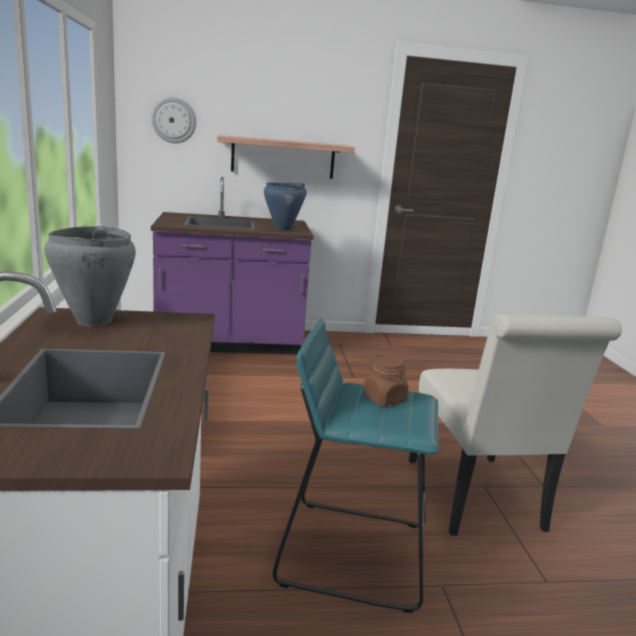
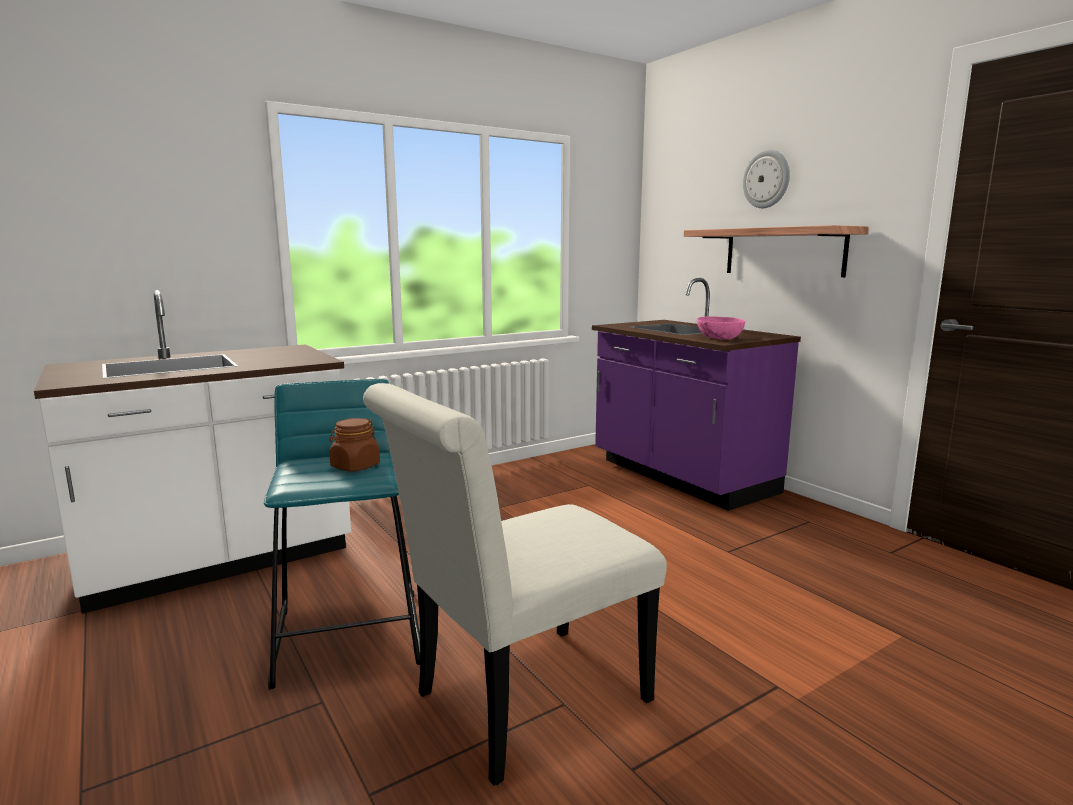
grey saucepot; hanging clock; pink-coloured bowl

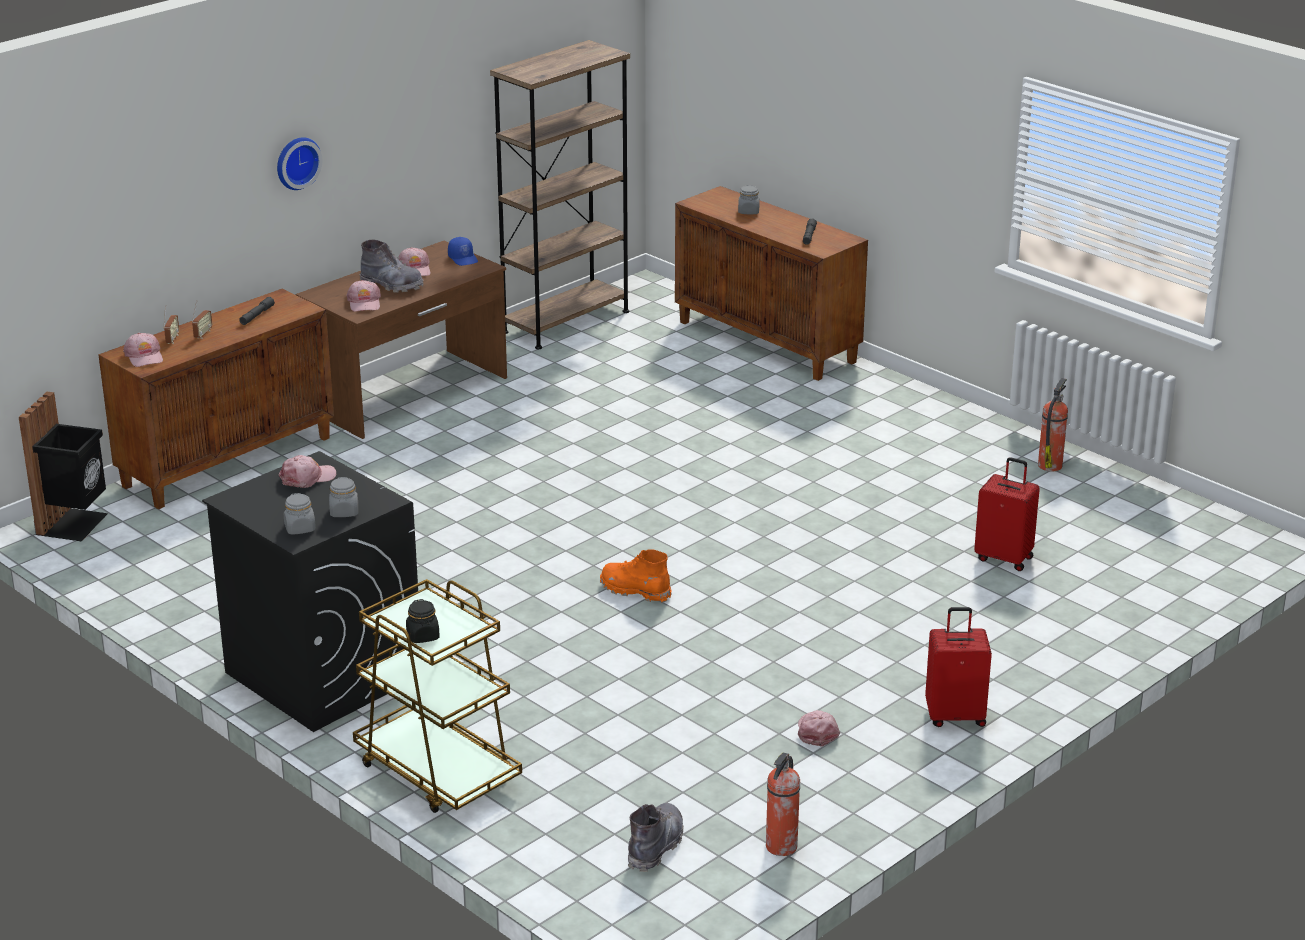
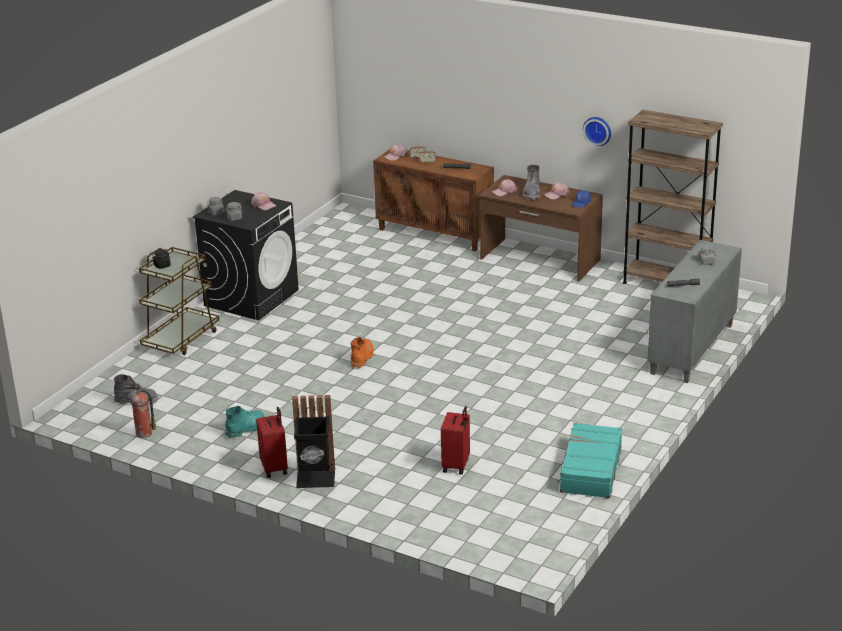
blackish rubbish bin; hanging clock; grey storage cabinet; turquoise high-top boot; turquoise piece of luggage

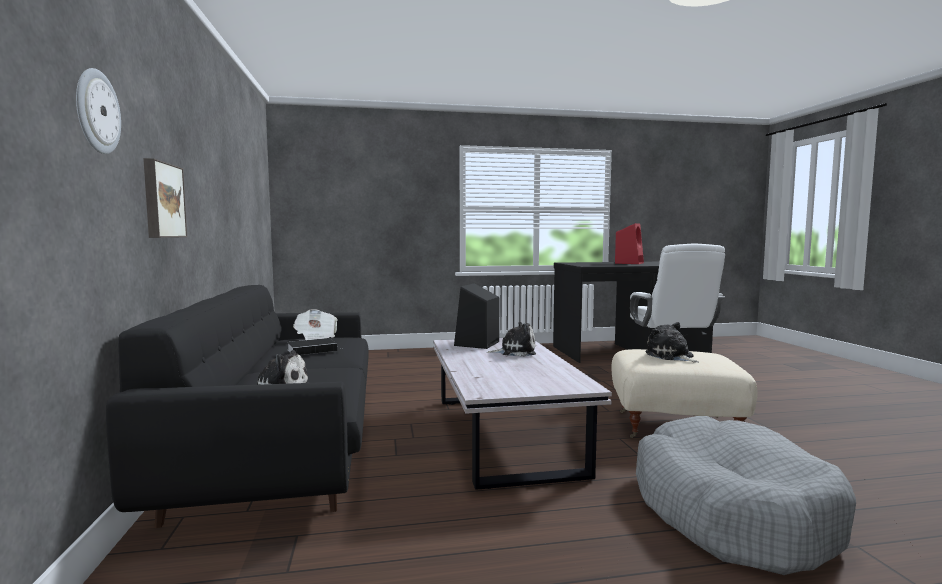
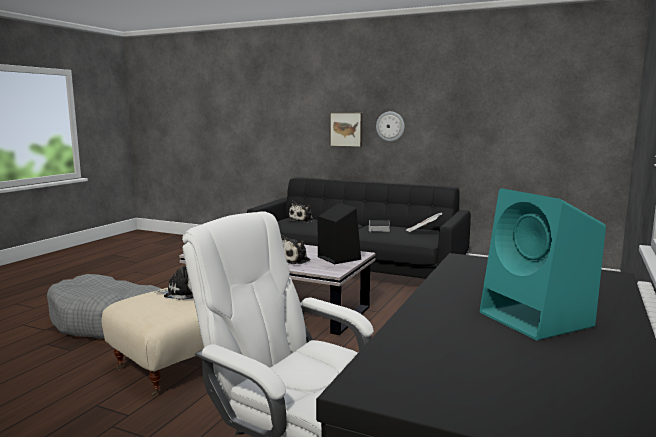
hanging clock; turquoise audio speaker

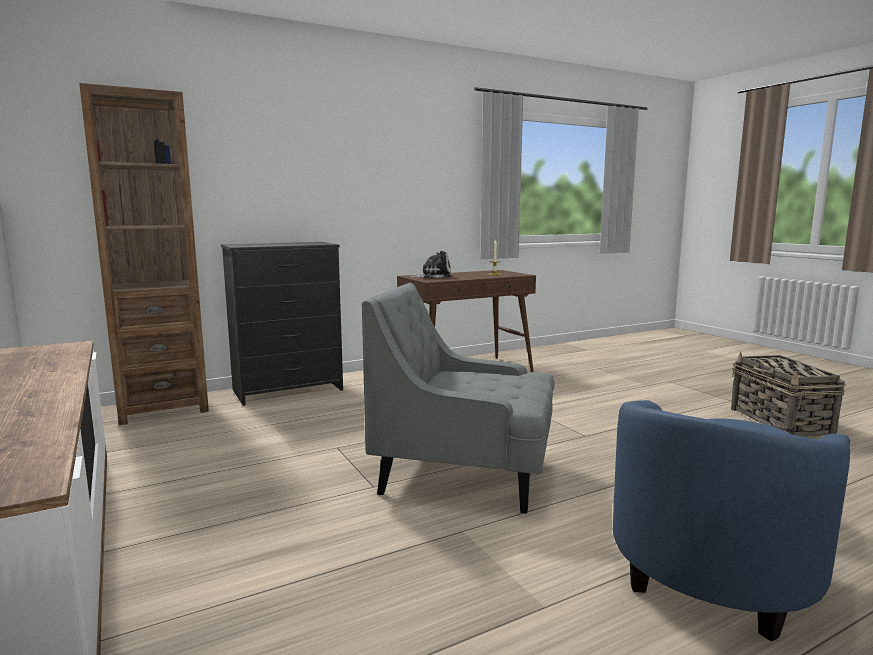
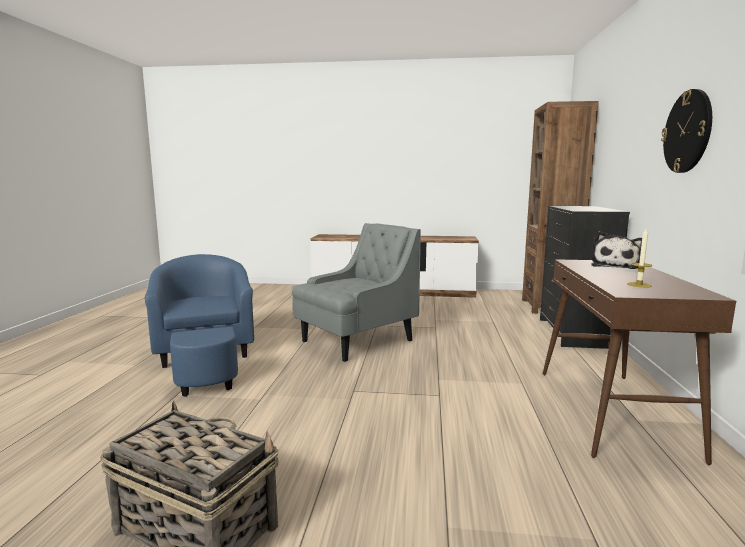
hanging clock

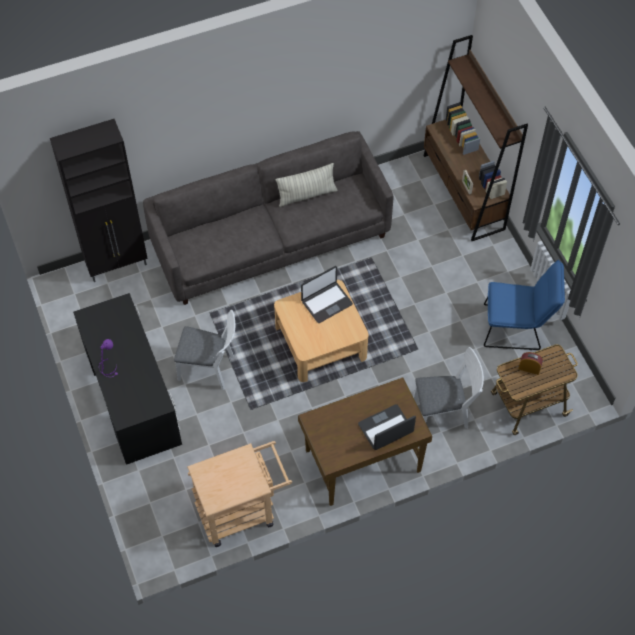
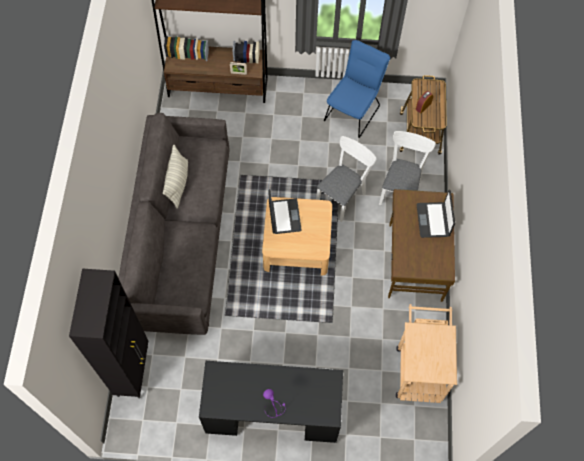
white chair (no. 1 from left)

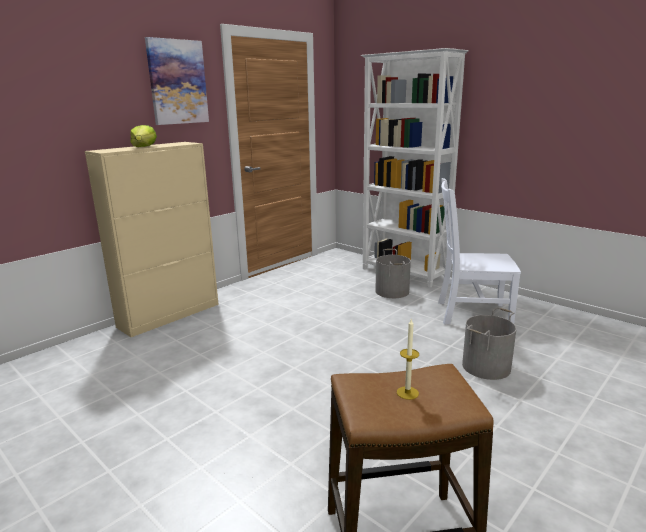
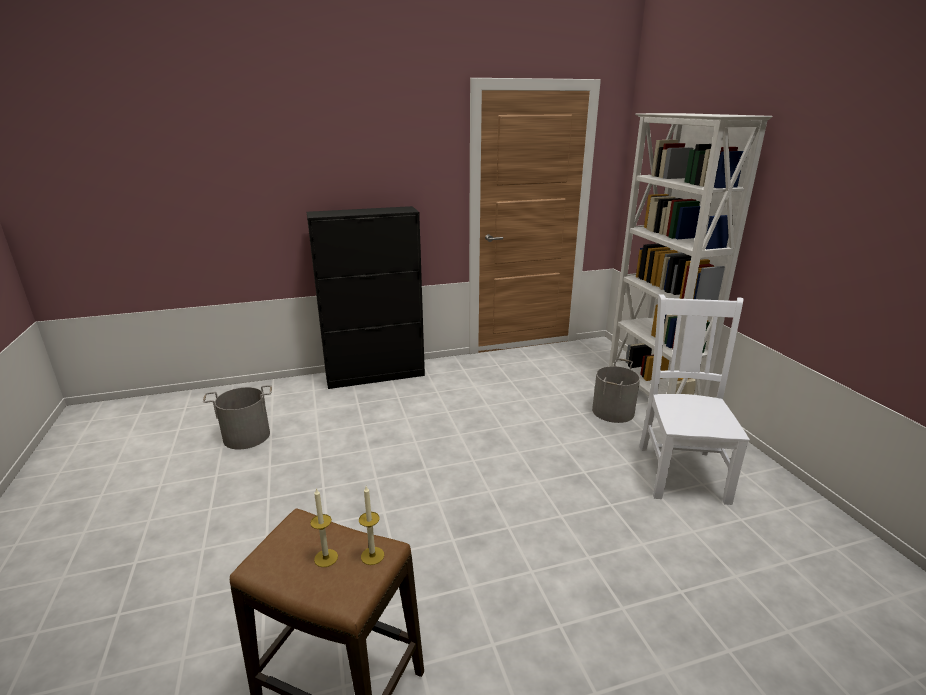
blackish storage cabinet; lettuce; wall picture; white chair; grey bucket (no. 1 from left); wax light (no. 2 from left)

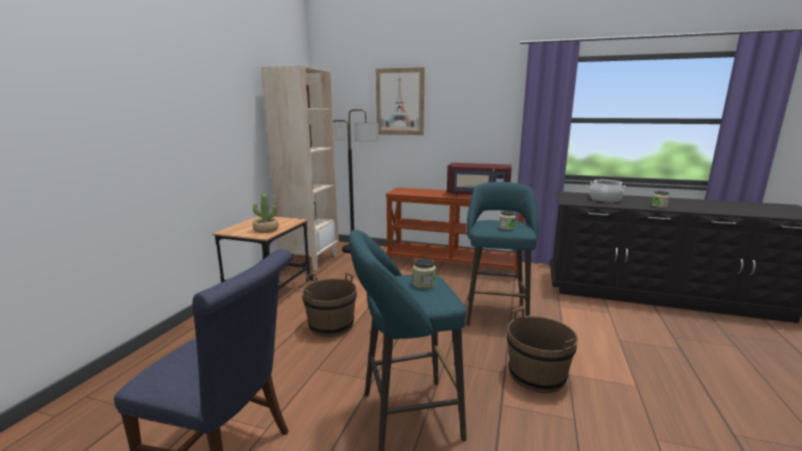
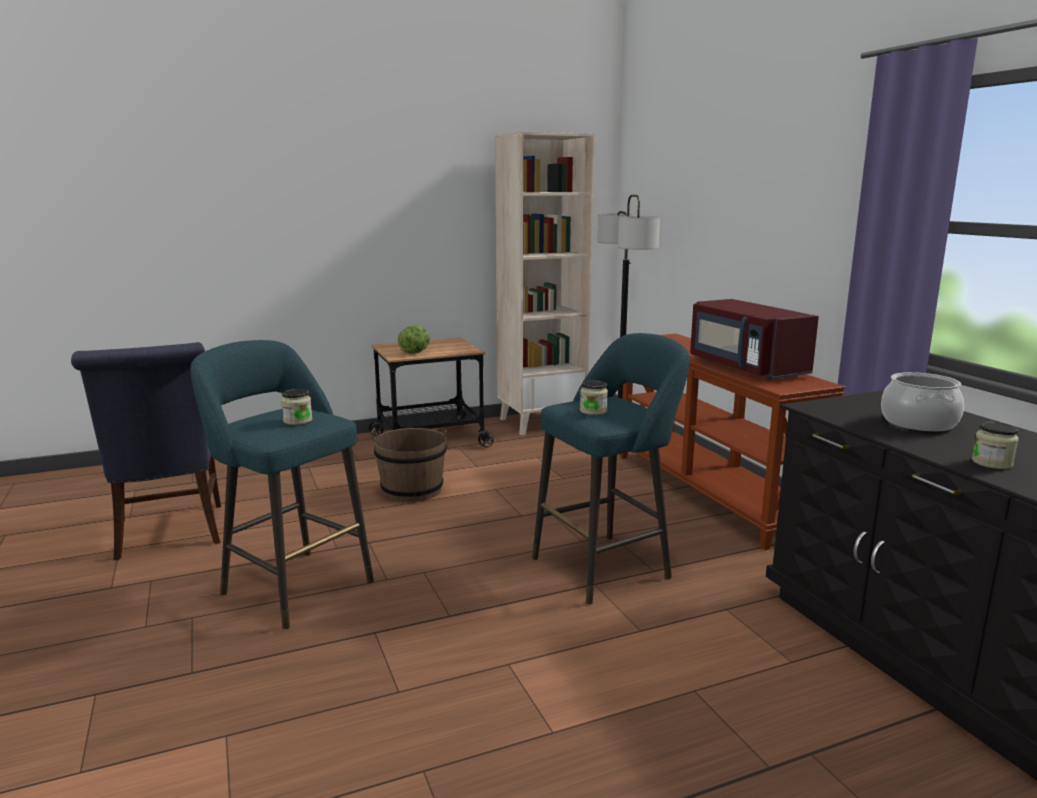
lettuce; wall picture; brown-coloured bucket (no. 2 from left in the first image)

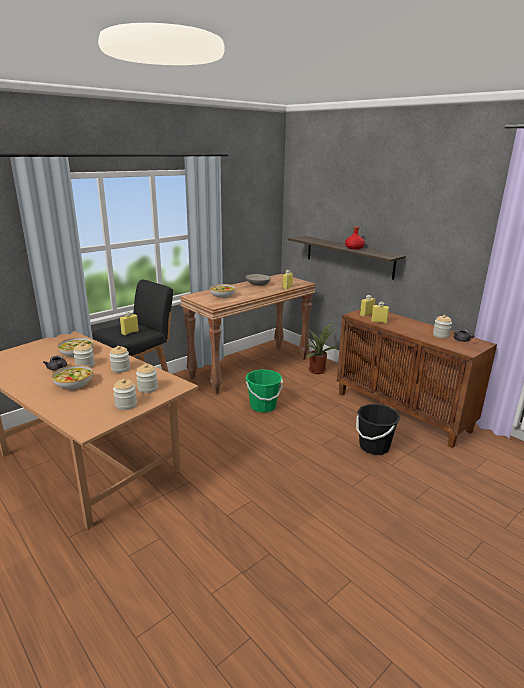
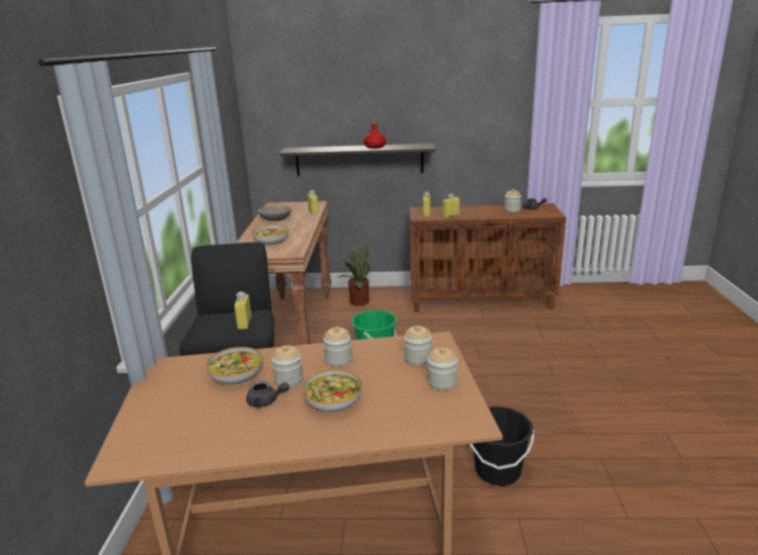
blackish bucket

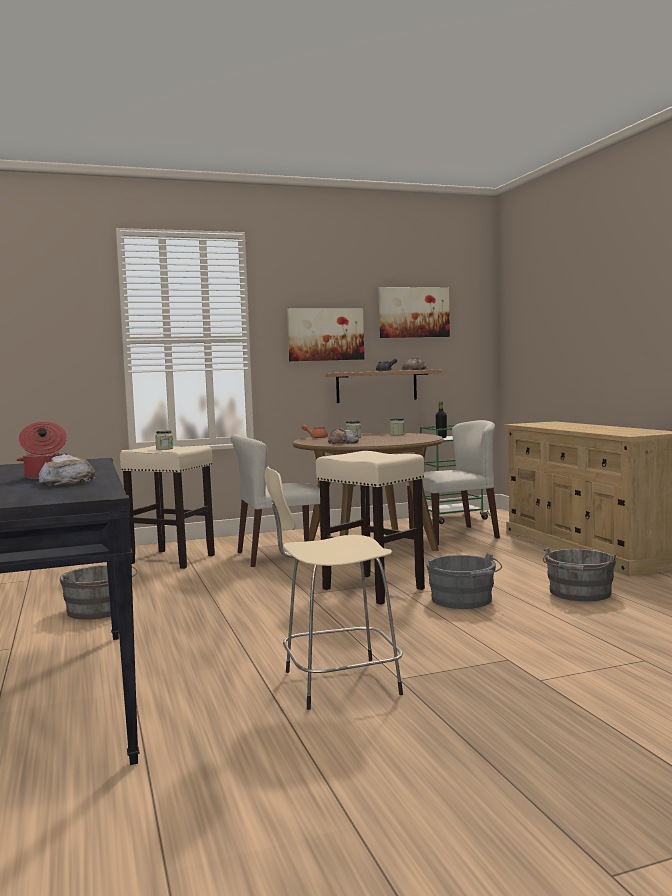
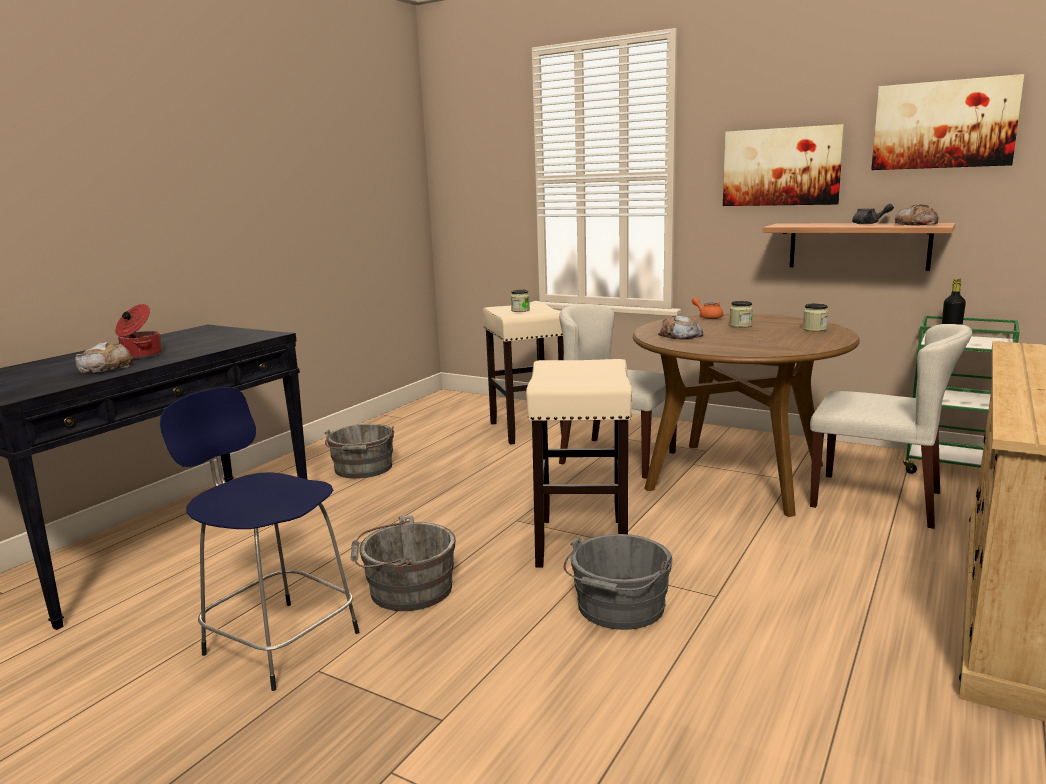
blue-coloured stool seat; grey bucket (no. 2 from left)

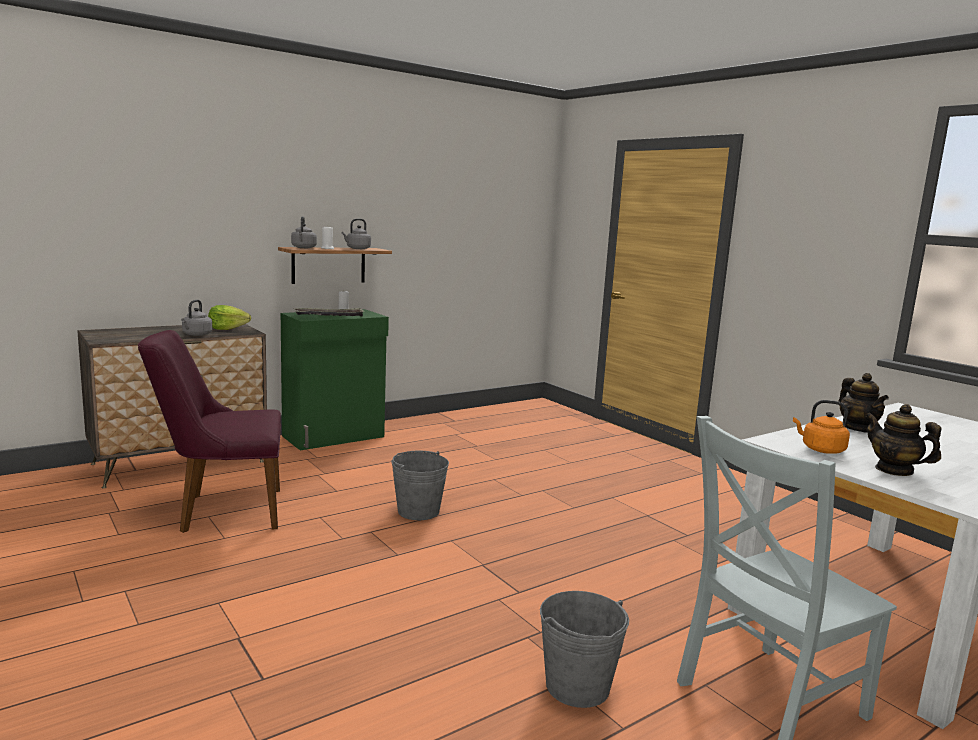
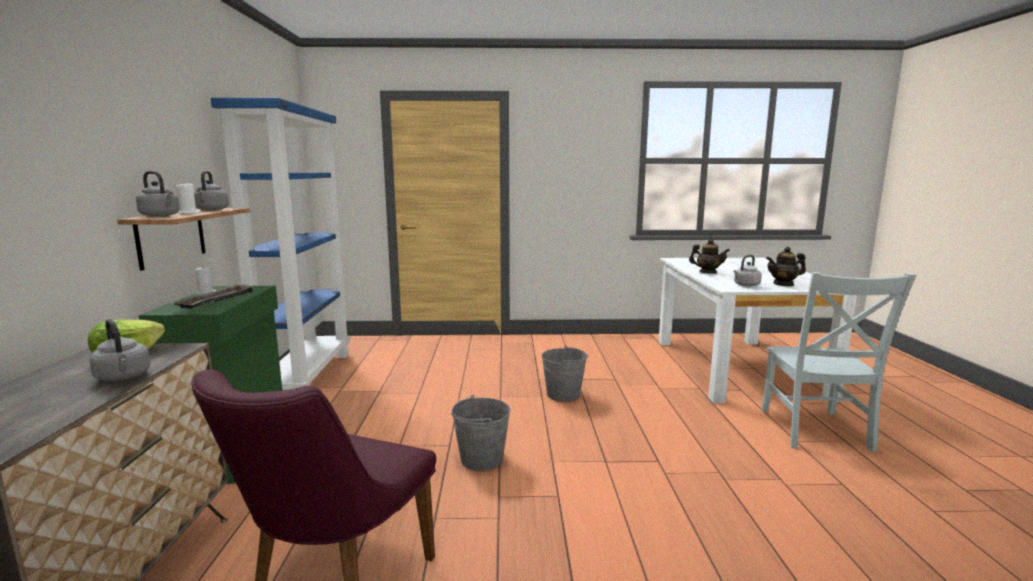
grey bucket (no. 2 from left); grey kettle (no. 4 from left); blue-coloured shelving unit

